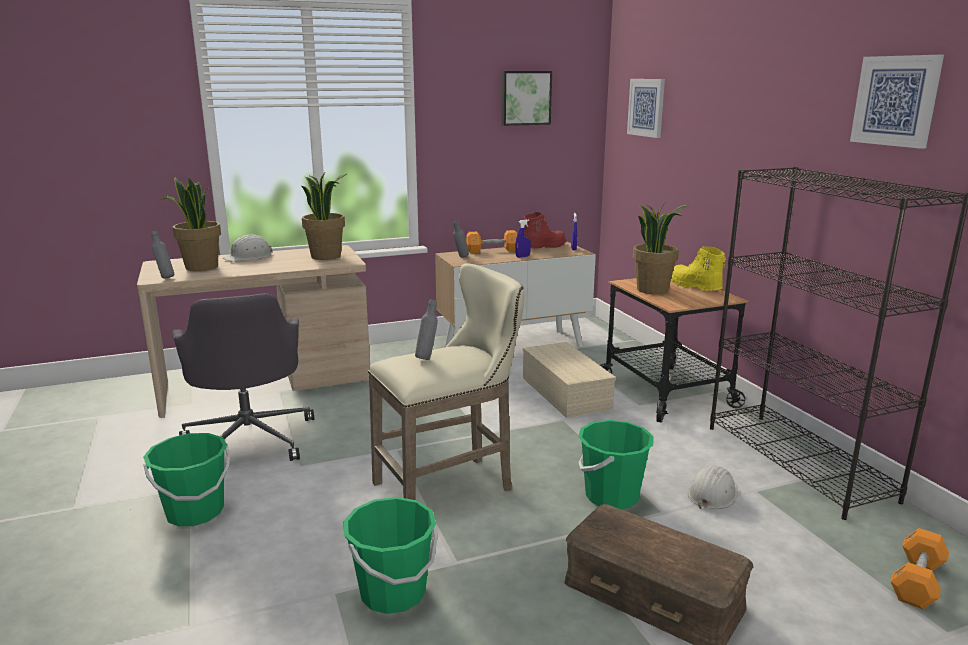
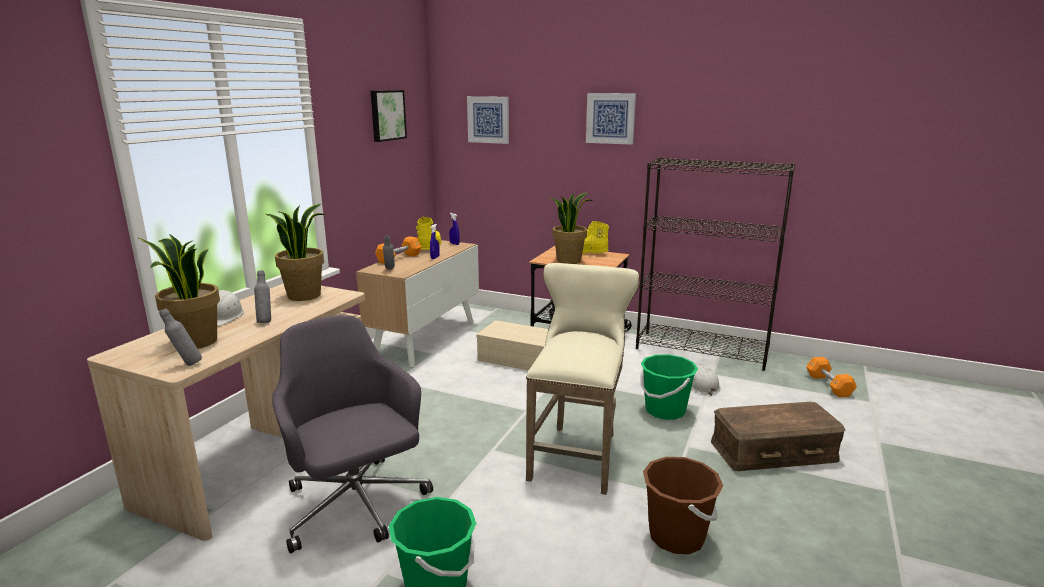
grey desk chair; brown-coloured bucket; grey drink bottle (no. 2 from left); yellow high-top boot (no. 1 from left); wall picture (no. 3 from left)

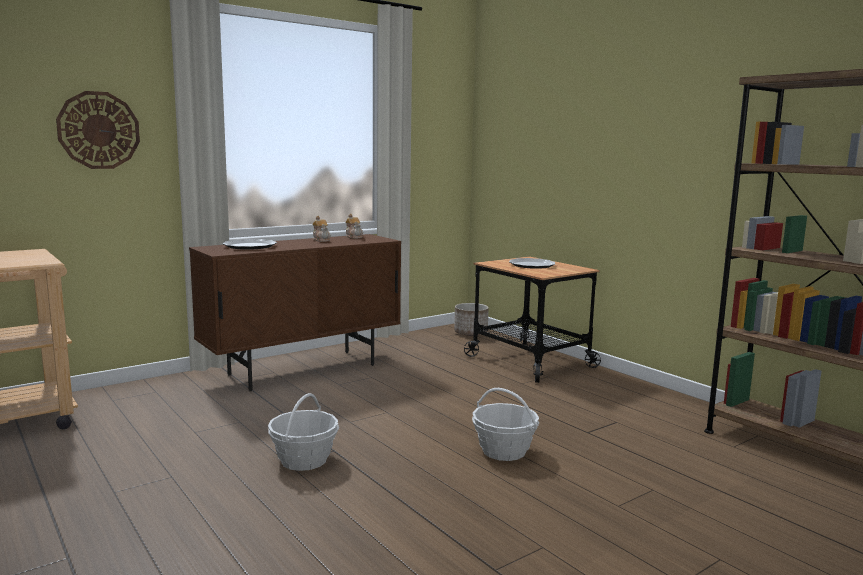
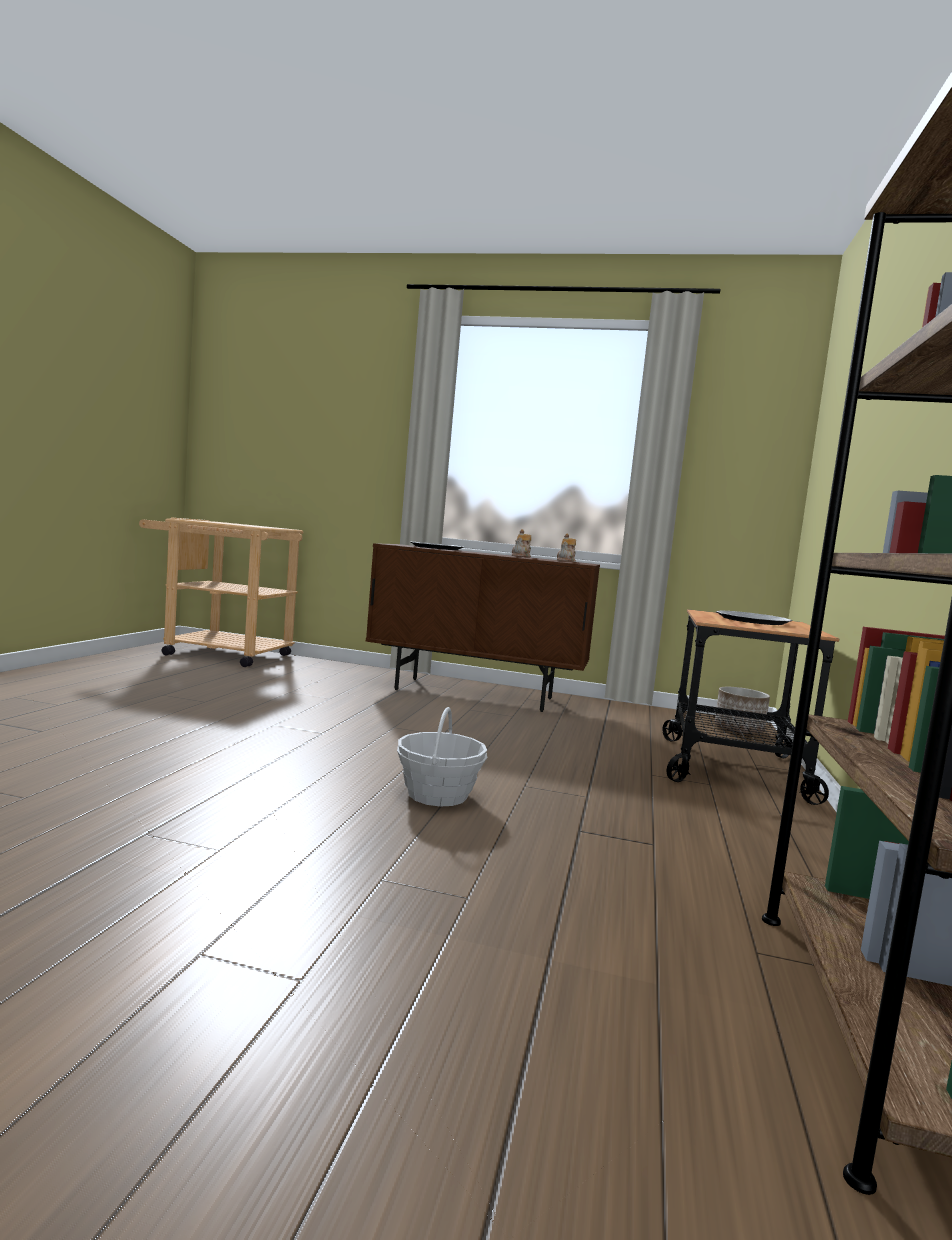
hanging clock; storage basket (no. 1 from left in the first image)

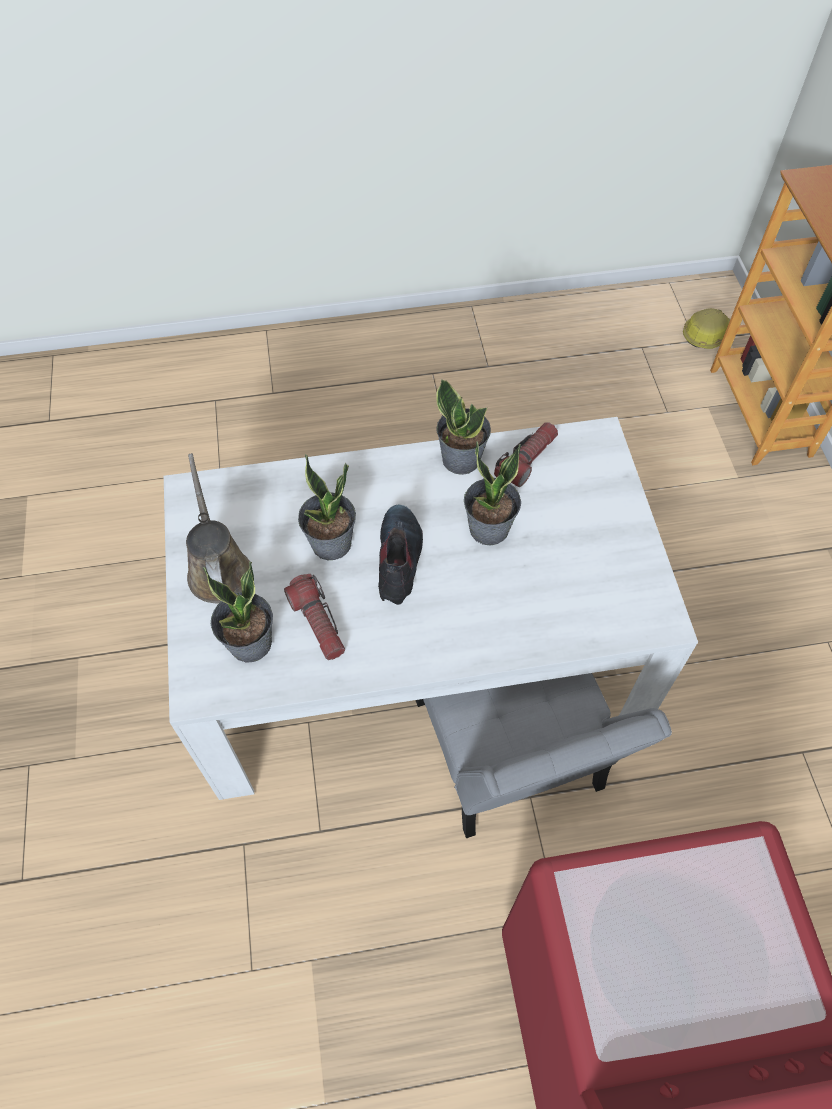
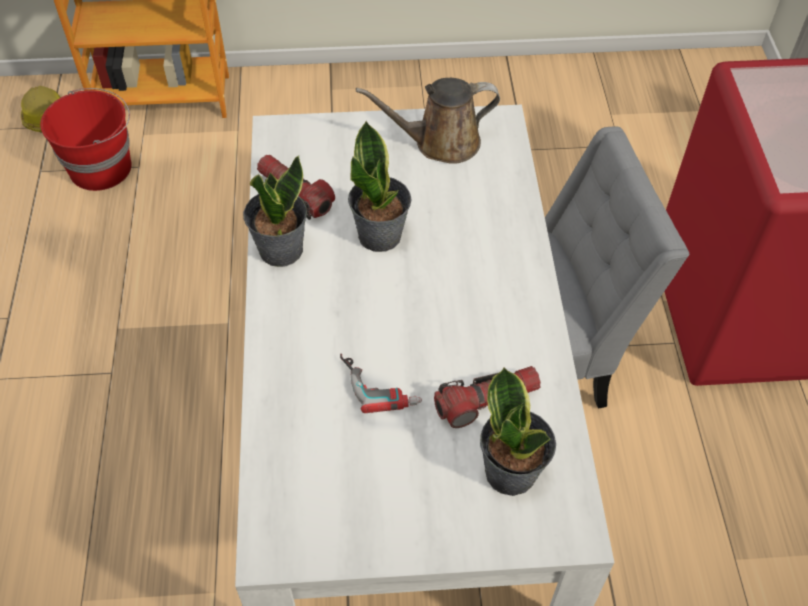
brown-coloured sprinkling can; drill; high-top boot; red-coloured bucket

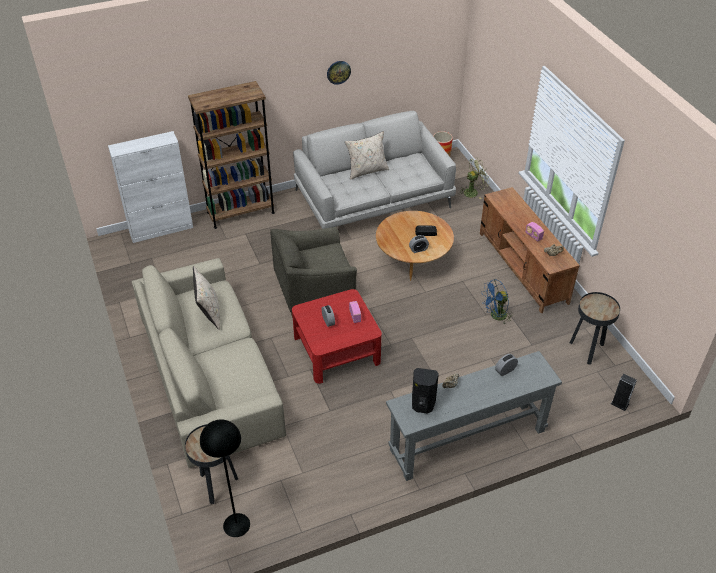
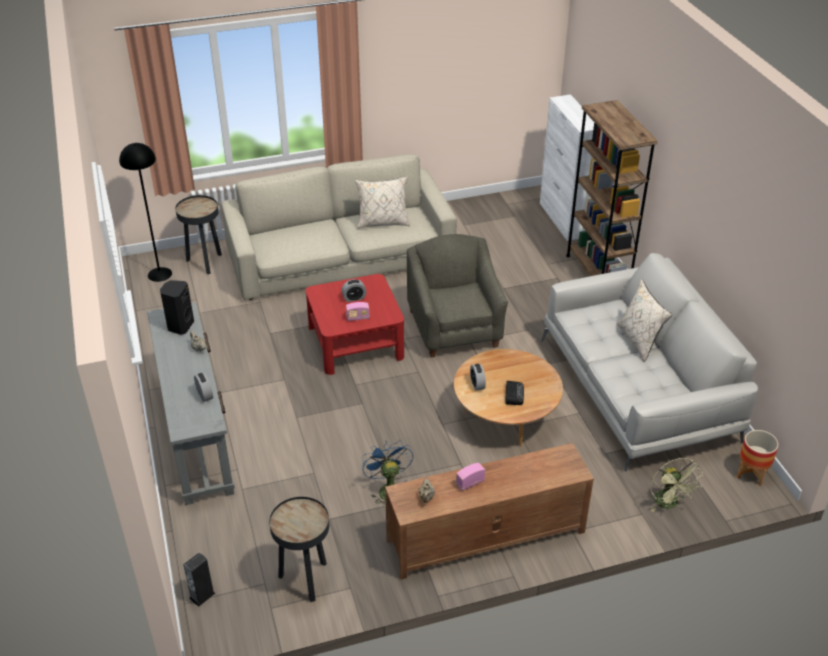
hanging clock

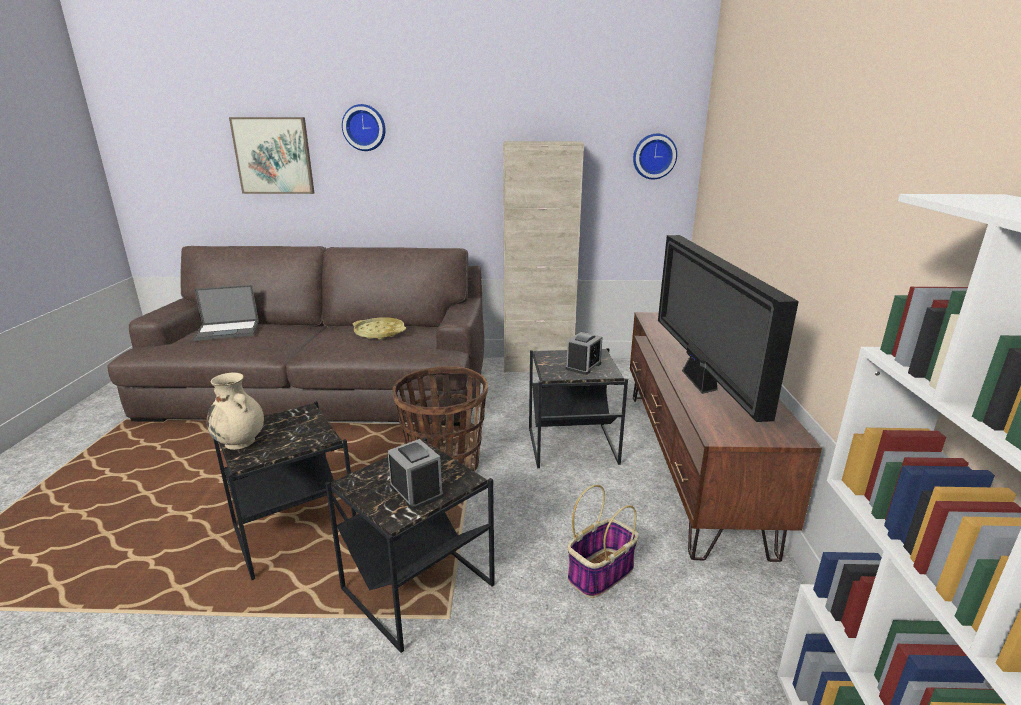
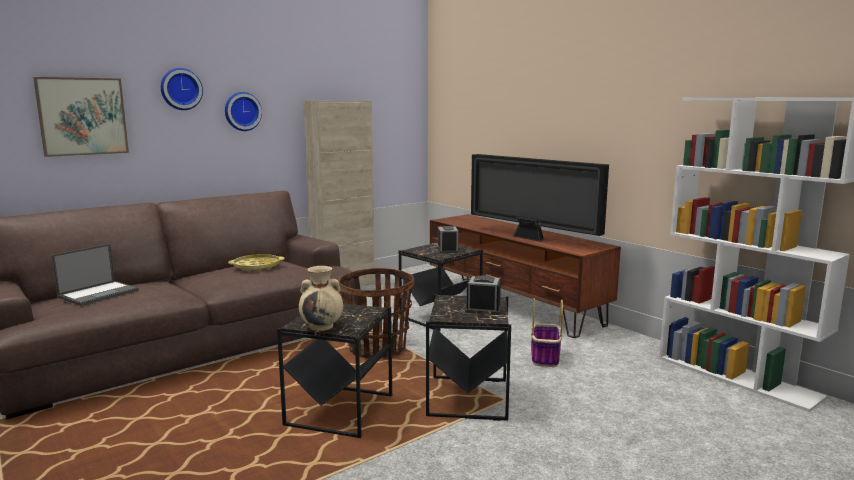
hanging clock (no. 2 from left)

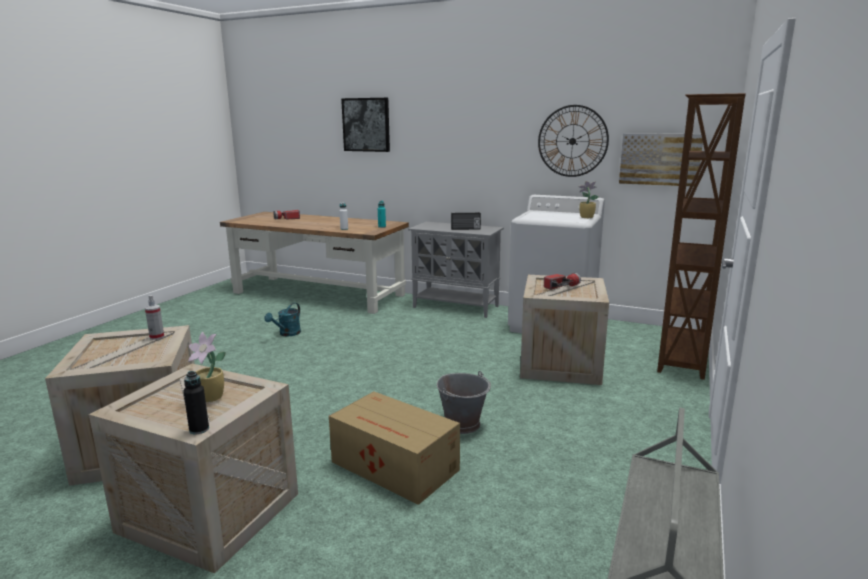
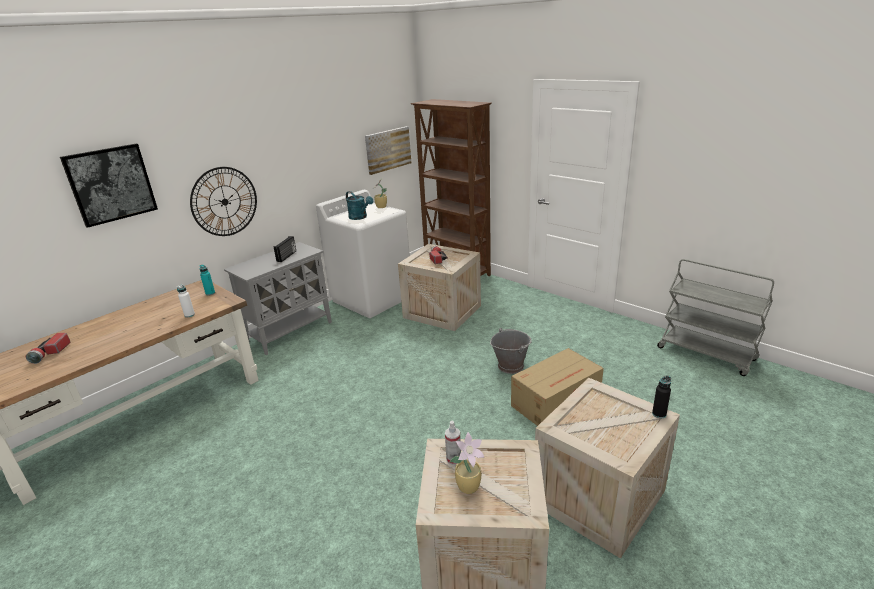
potted plant (no. 2 from left); turquoise sprinkling can; hanging clock

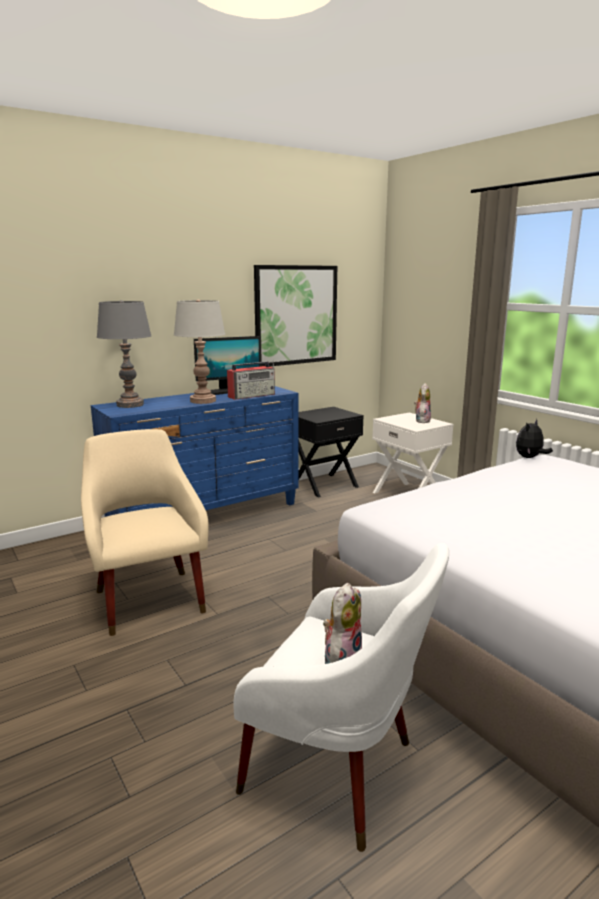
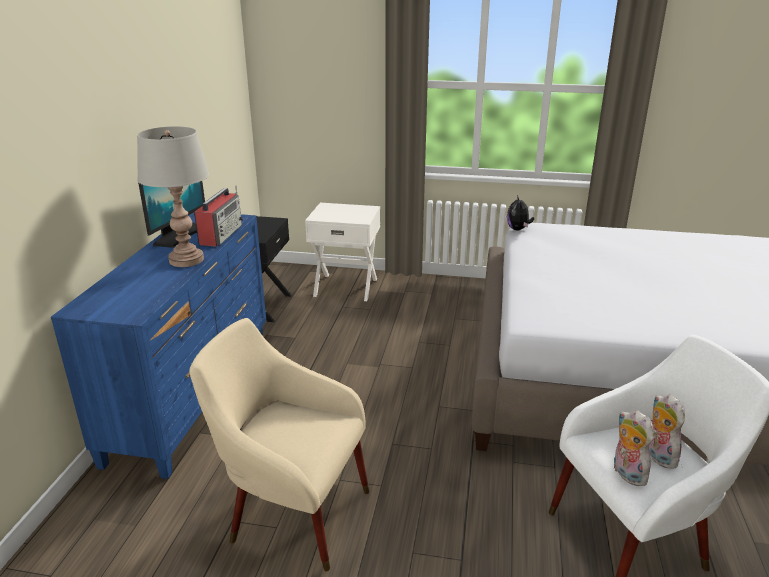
grey lamp for a table (no. 1 from left in the first image); wall picture; soft toy (no. 2 from left)

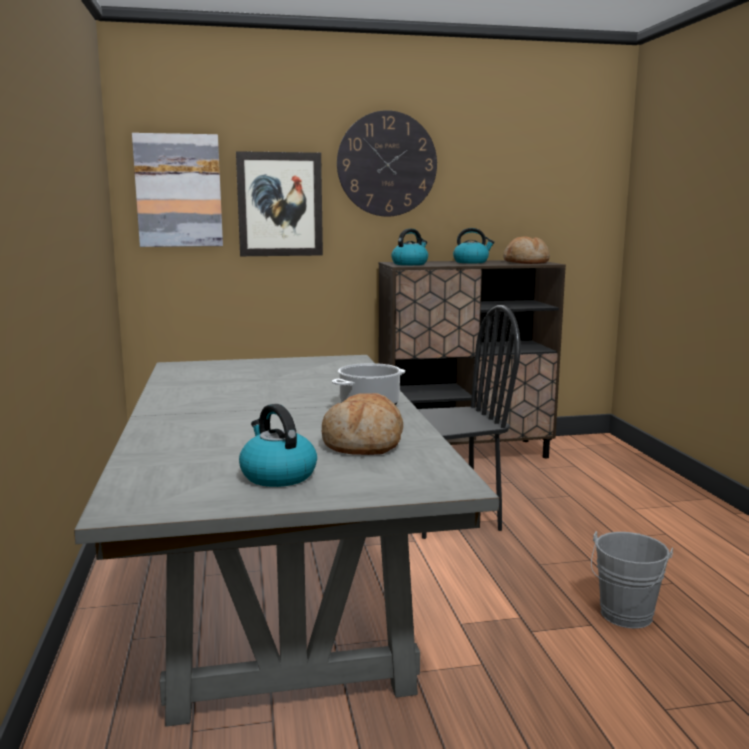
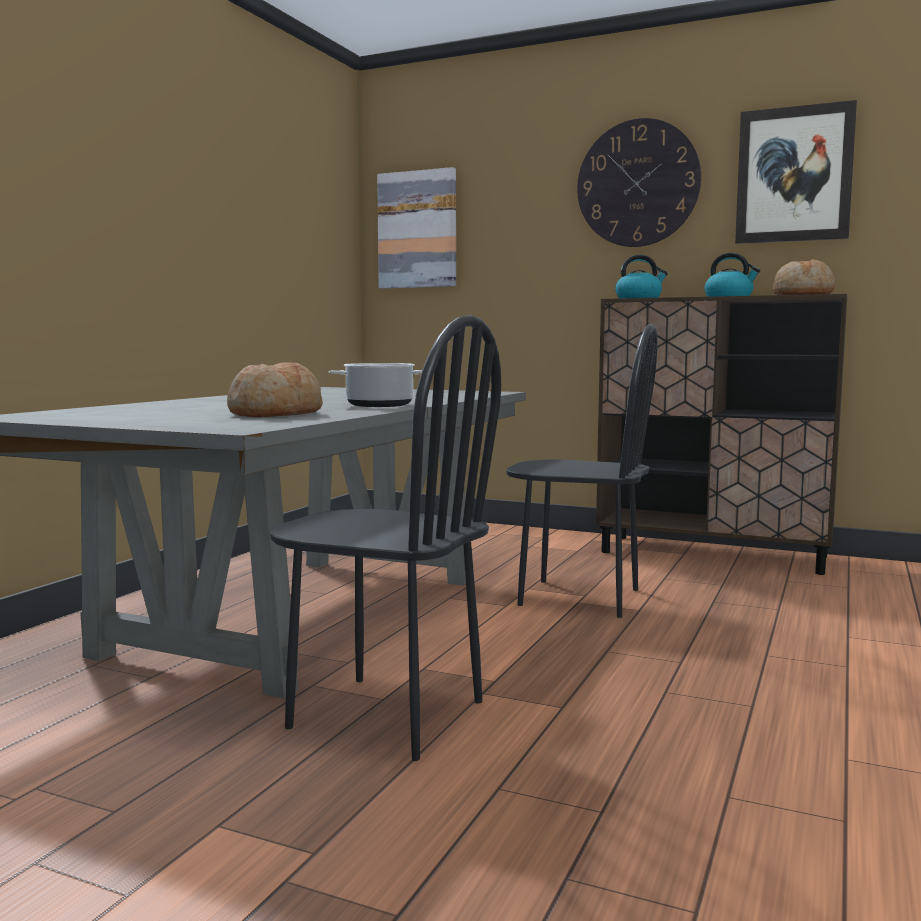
wall picture (no. 2 from left); kettle (no. 1 from left in the first image); grey bucket; blackish chair (no. 1 from left)

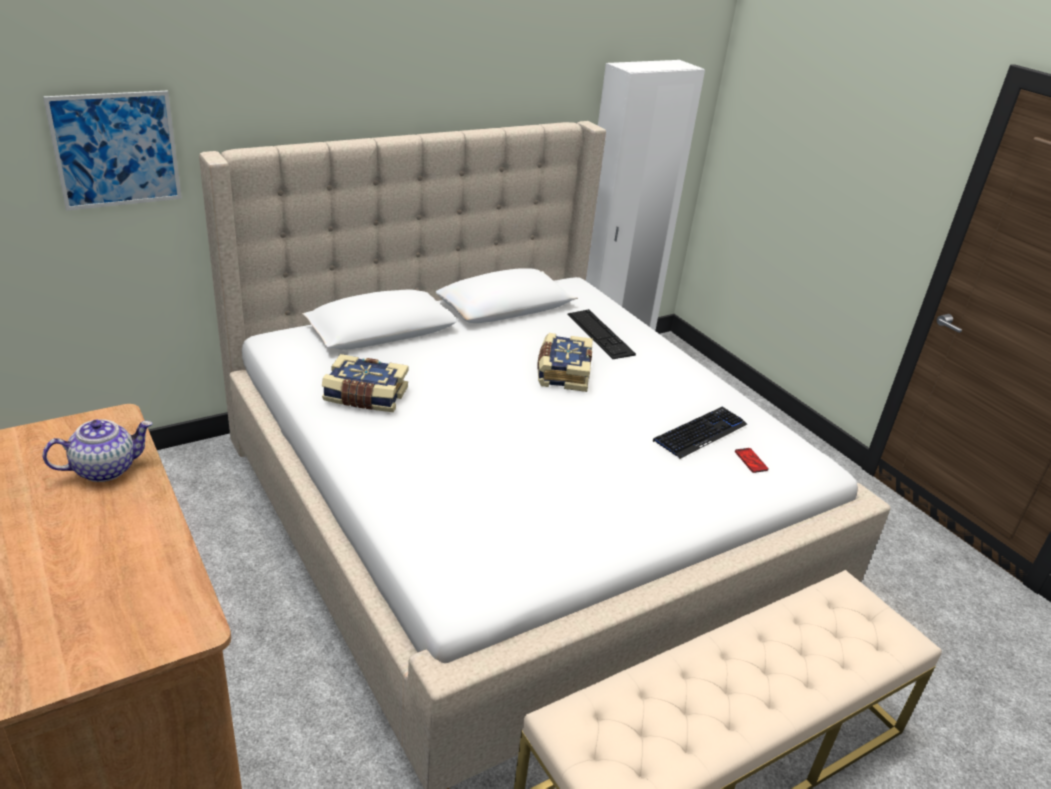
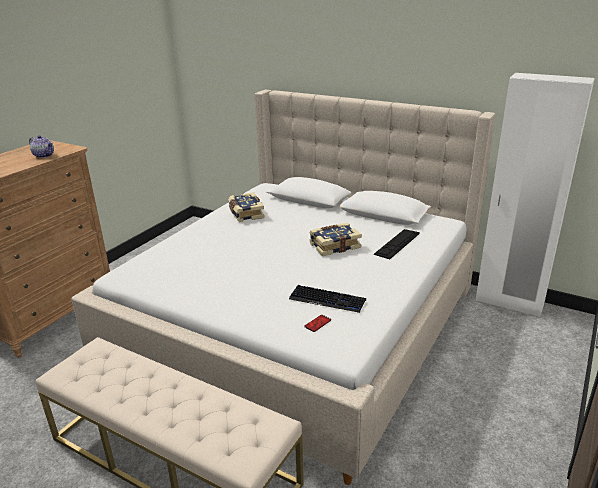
wall picture

